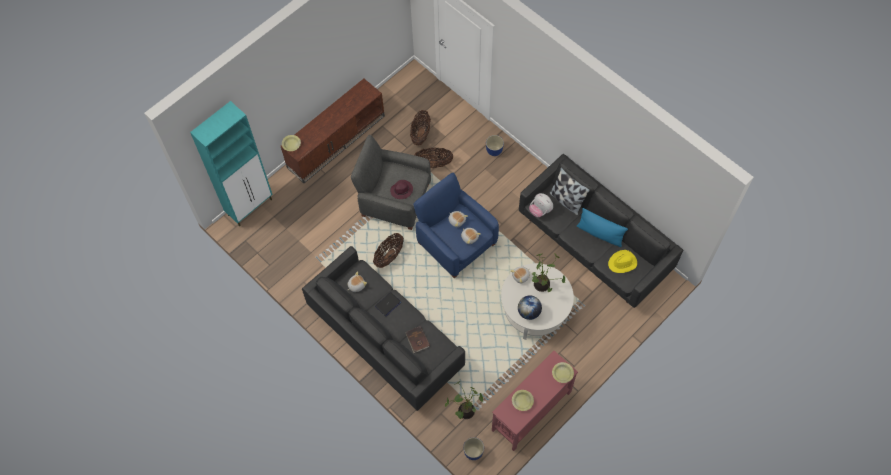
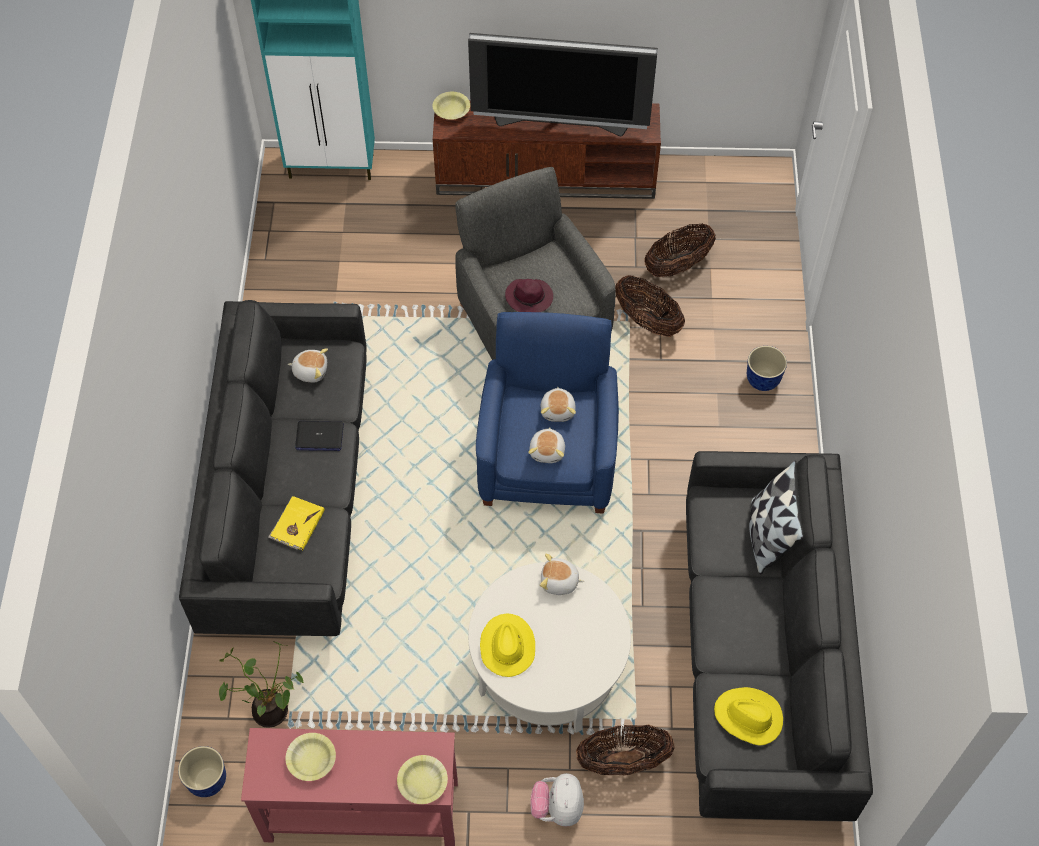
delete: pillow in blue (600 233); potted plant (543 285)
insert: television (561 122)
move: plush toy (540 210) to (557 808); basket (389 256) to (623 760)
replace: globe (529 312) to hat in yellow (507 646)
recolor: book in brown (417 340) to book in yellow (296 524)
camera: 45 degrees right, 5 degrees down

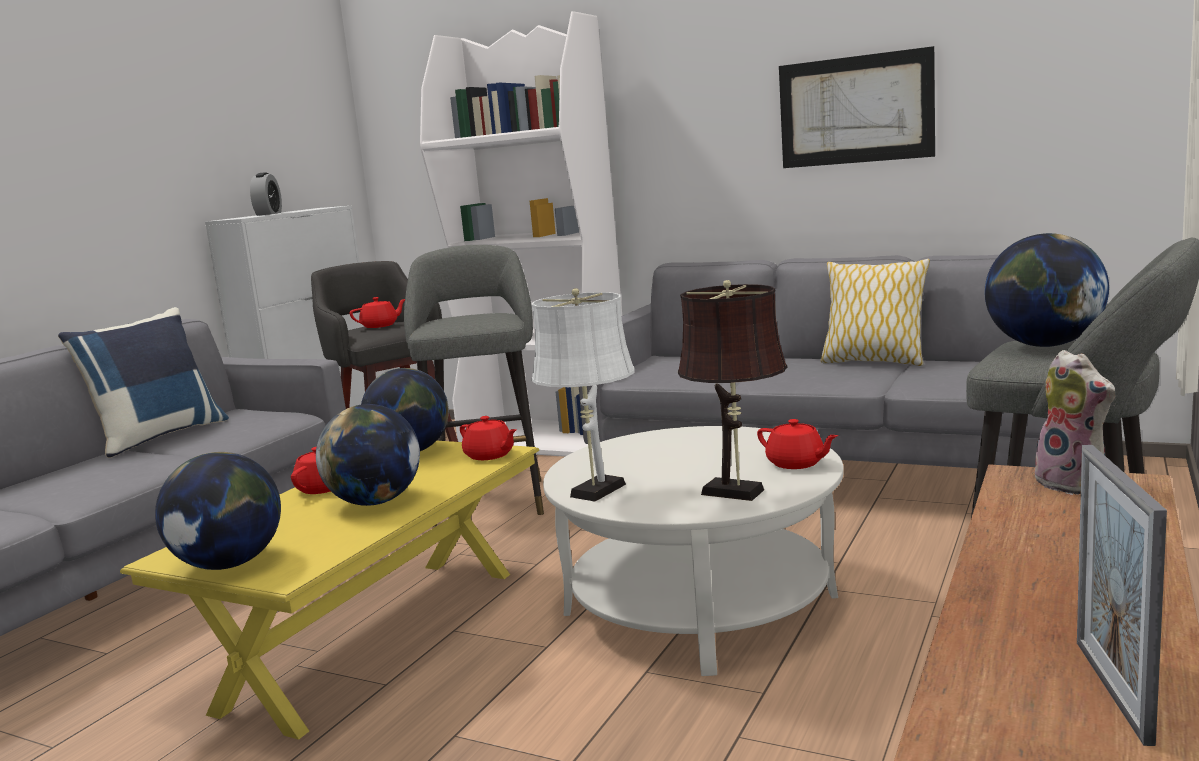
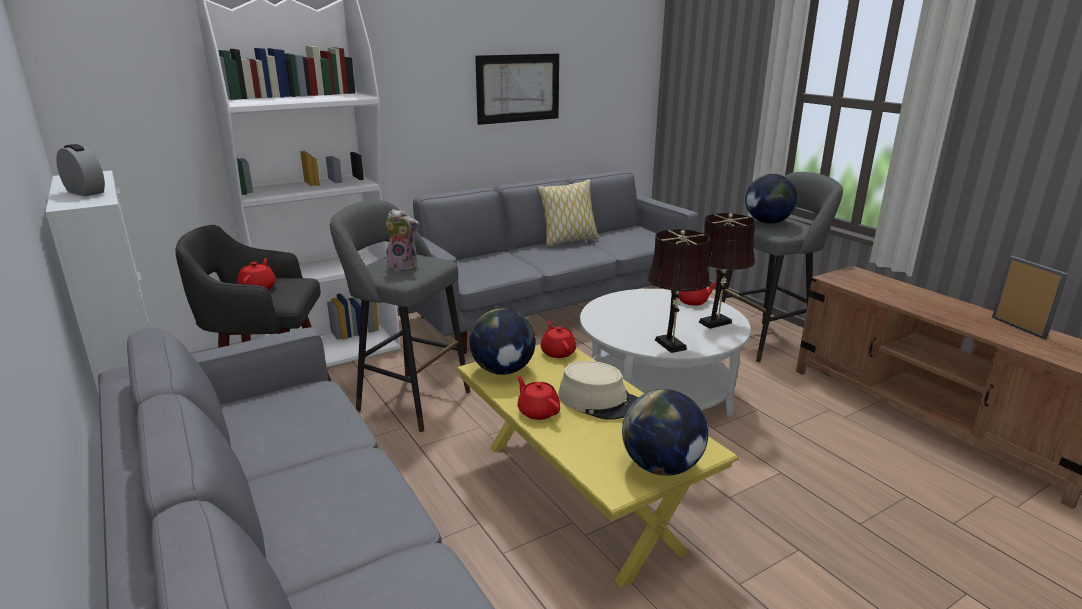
delete: pillow in blue (158 436)
move: plush toy (1074 484) to (404 267)
replace: globe (375 502) to hat in beige (599 401)
recolor: table lamp in white (594 492) to table lamp in brown (672 346)
rotate: teapot in red (490 455) = (558 352) 90 degrees counterclockwise; picture frame (1112 690) = (1018 328) 150 degrees counterclockwise
camera: 60 degrees left, 10 degrees up

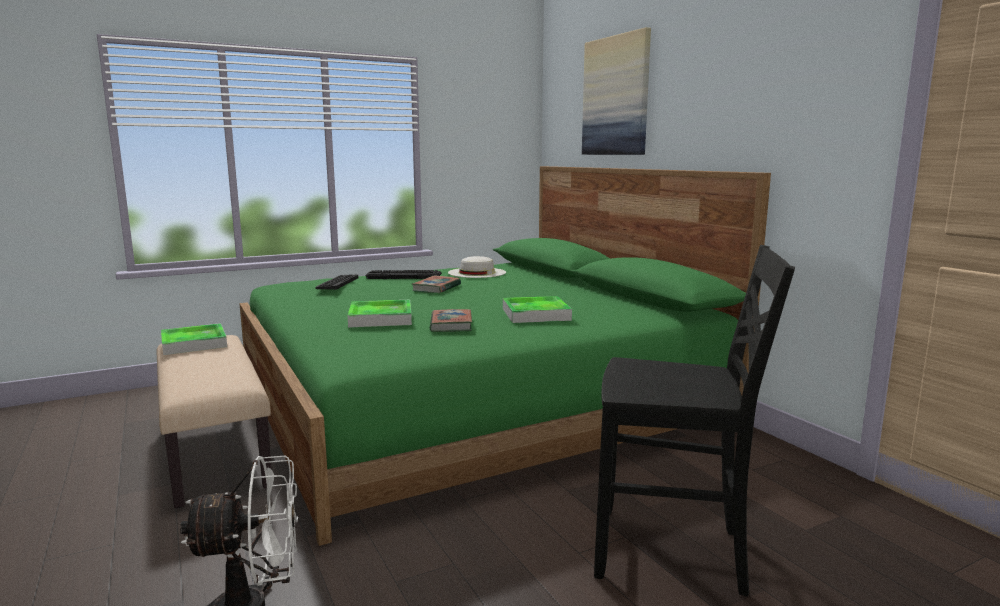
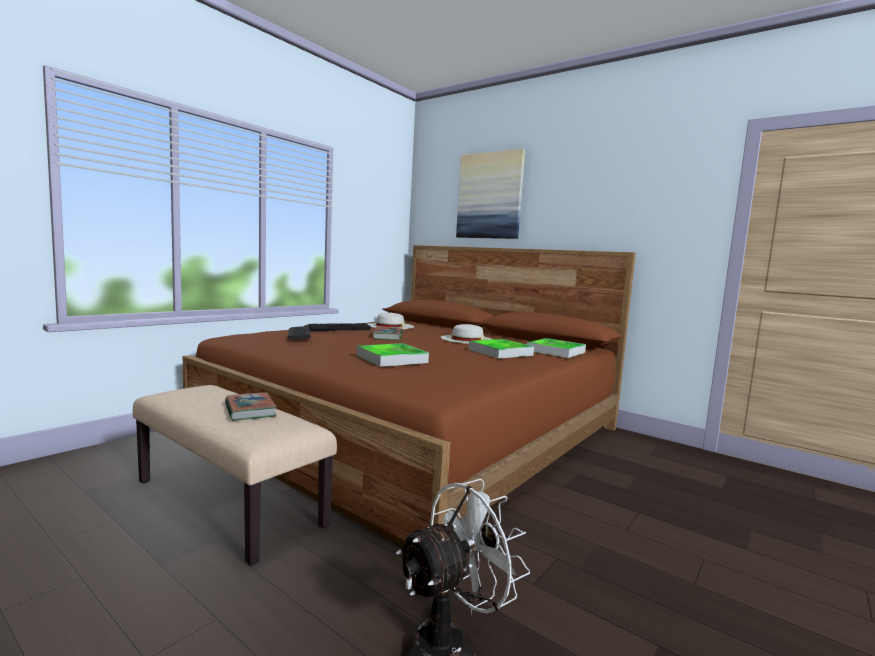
delete: chair in black (672 553)
insert: hat in white (467 339)
move: book (451 325) to (250 410); tray (194 343) to (556 351)
recolor: bed in green (473 401) to bed in brown (418 430)
camera: 25 degrees left, 5 degrees down

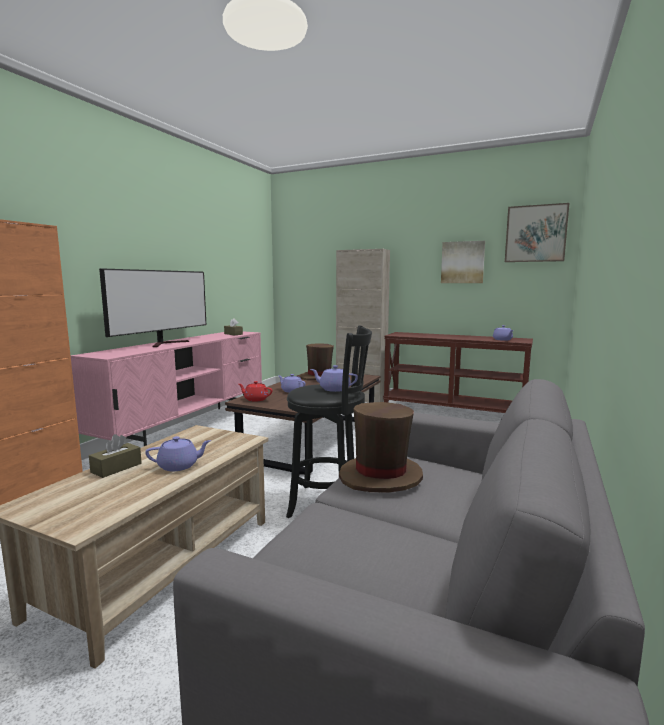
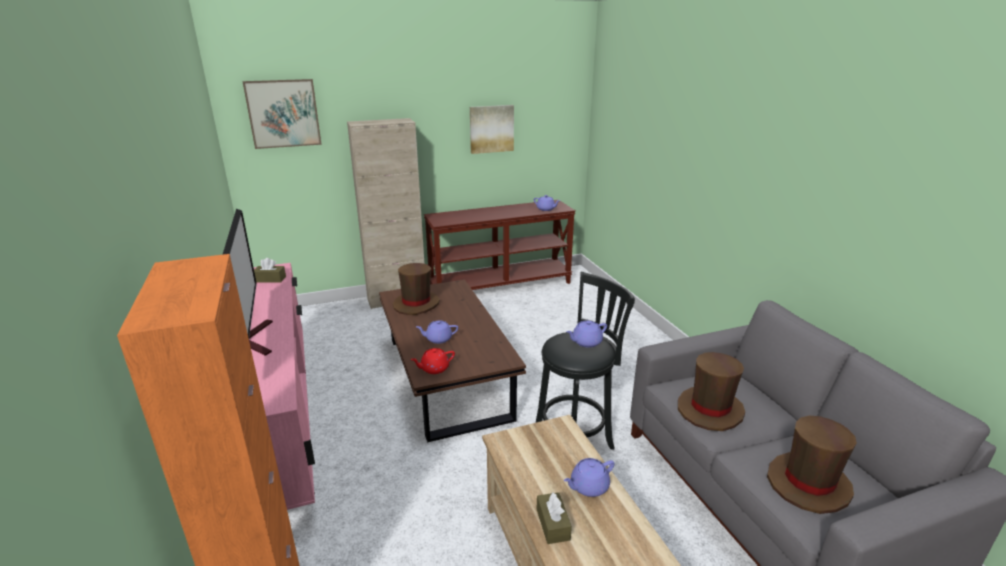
insert: hat in brown (808 484)
move: picture (535 233) to (283 113)
rotate: teapot in purple (179 466) = (588 486) 150 degrees counterclockwise
camera: 45 degrees left, 15 degrees up

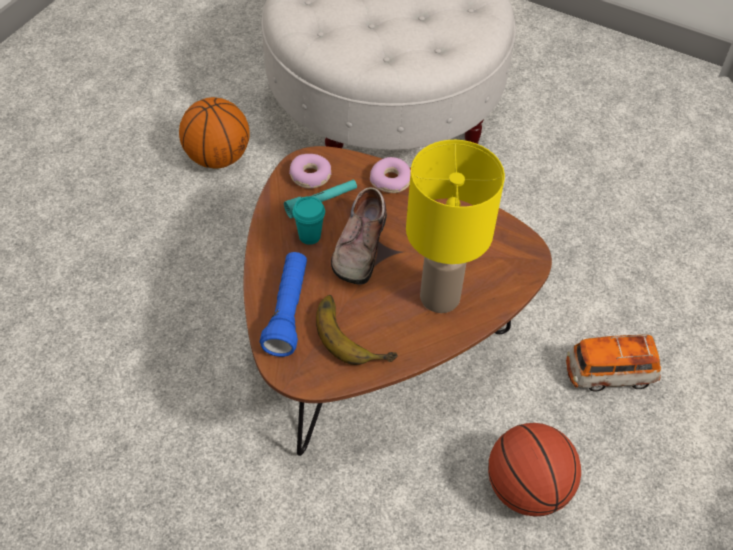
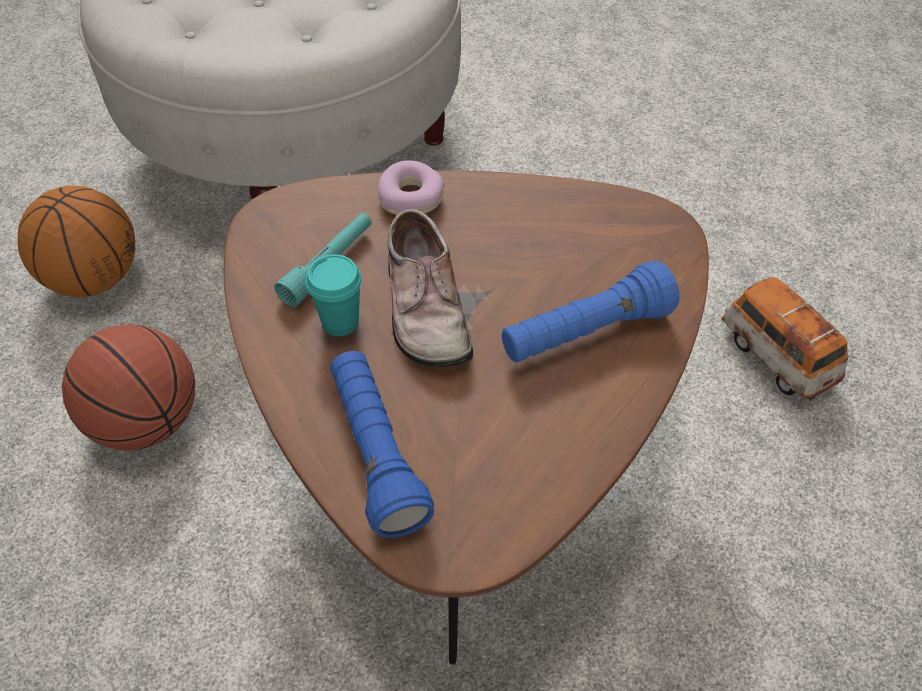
delete: donut (310 176); banana (354 332)
move: basketball (527 489) to (147 421)
replace: table lamp in yellow (439 296) to flashlight in blue (585 333)
rotate: toy car (609 374) = (776 355) 90 degrees clockwise
camera: 25 degrees left, 0 degrees up

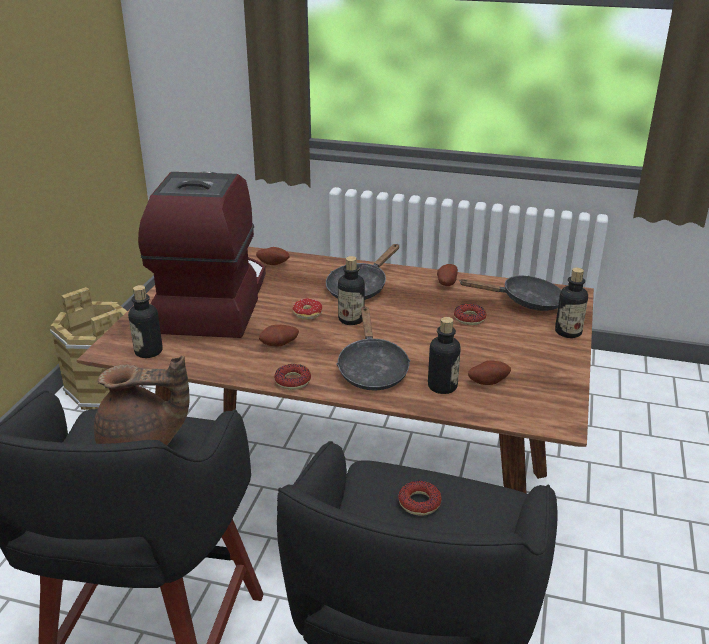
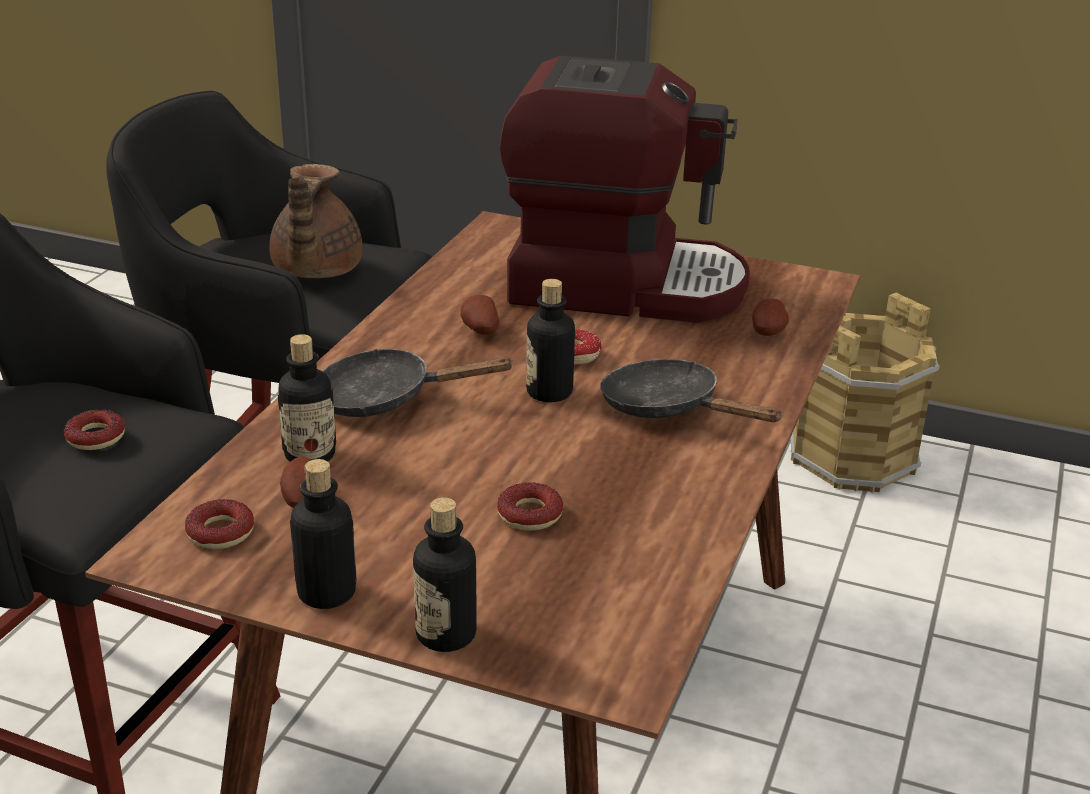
delete: potato (446 283); frying pan in black (525 302)
move: bottle (148 351) to (326 592); donut (293 381) to (220 532)
camera: 95 degrees right, 0 degrees up

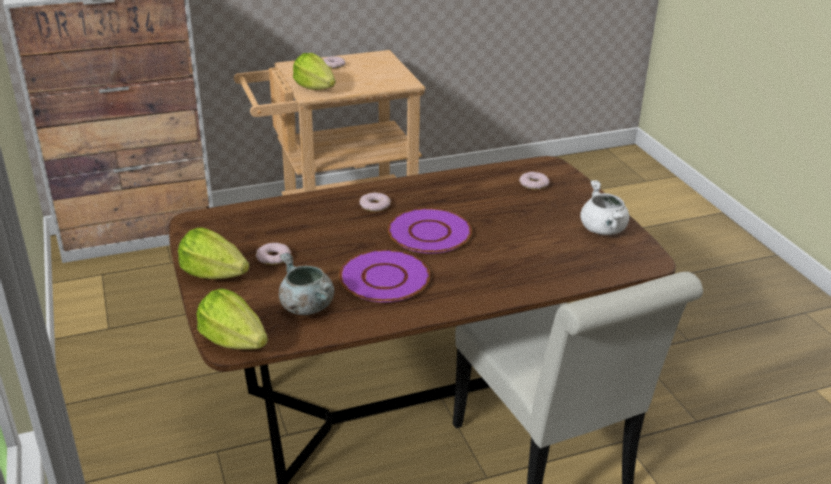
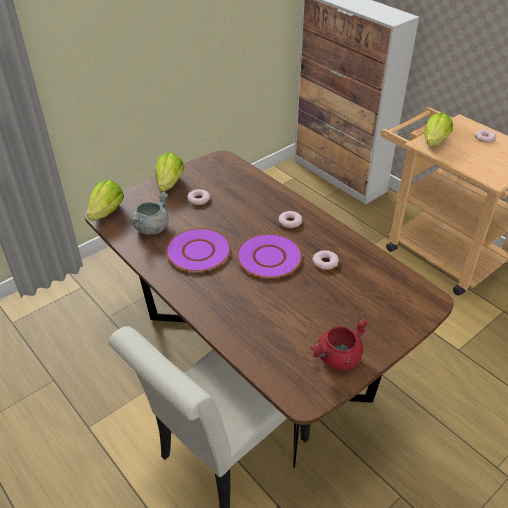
move: donut (533 184) to (325 262)
recolor: cooking pot in white (603 230) to cooking pot in red (338 358)
camera: 70 degrees right, 10 degrees up

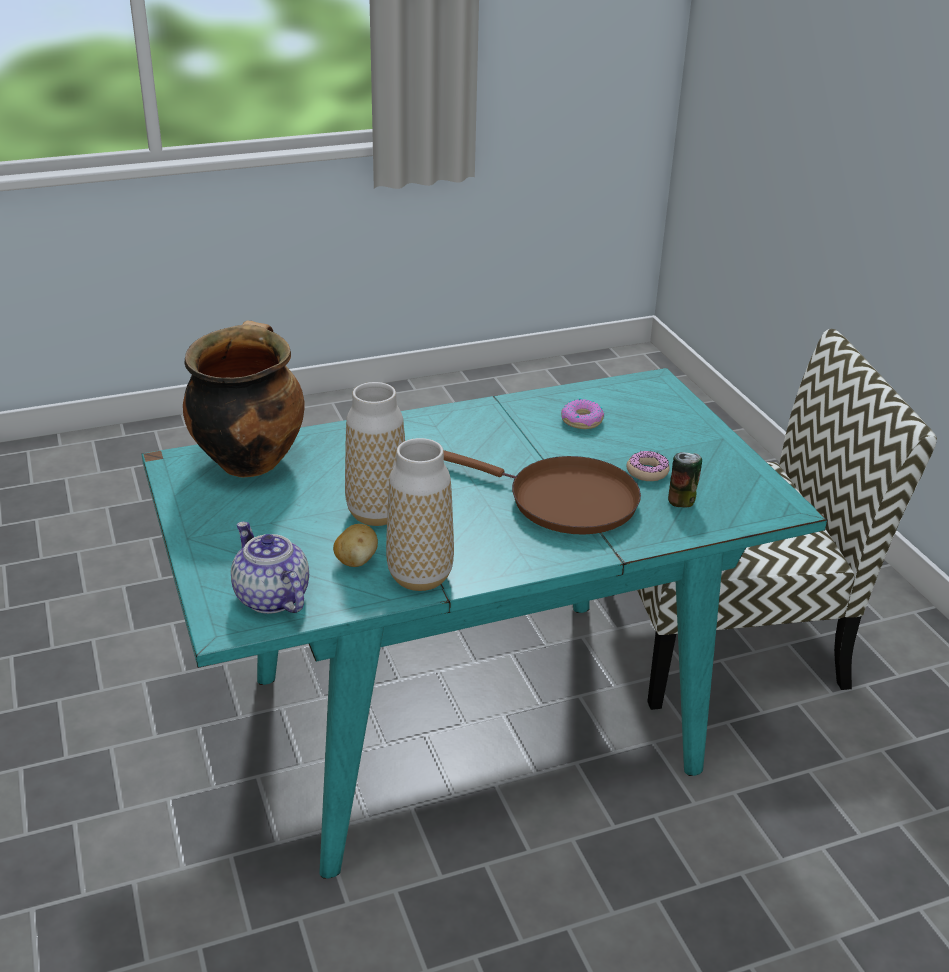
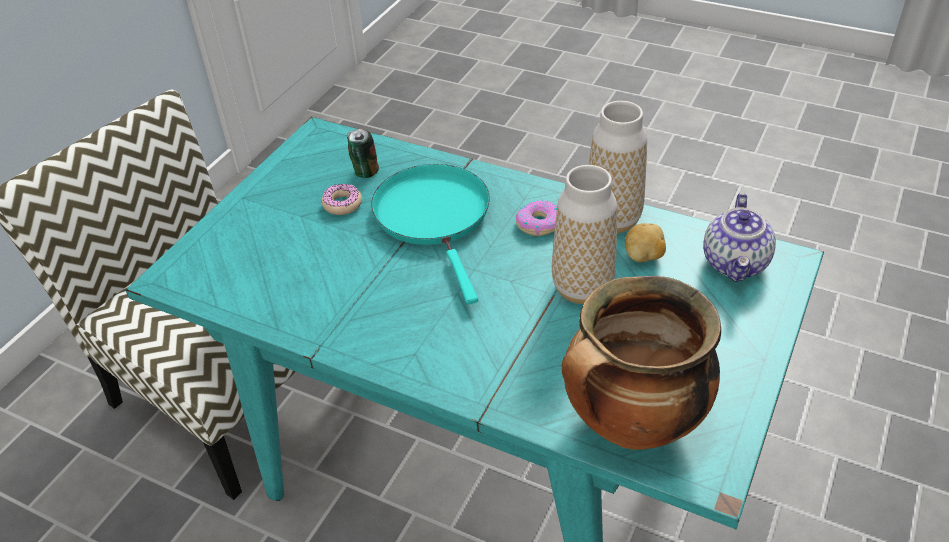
move: donut (582 420) to (538 223)
recolor: frying pan in brown (564 500) to frying pan in turquoise (435 217)
camera: 130 degrees left, 10 degrees up

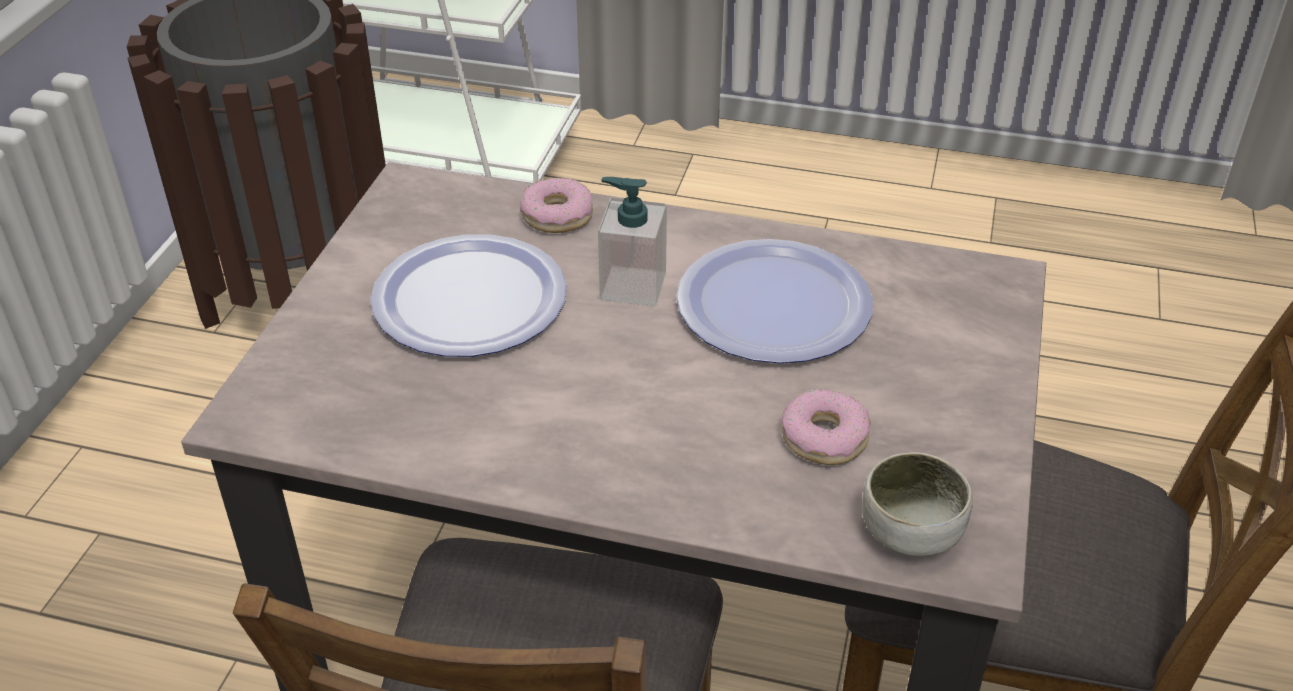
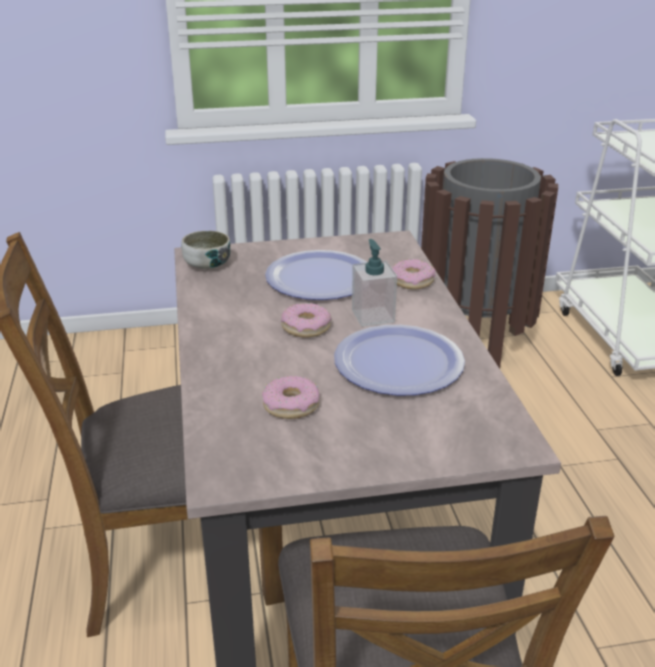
insert: donut (306 327)
move: bowl (911 531) to (207 265)
camera: 65 degrees right, 10 degrees down

